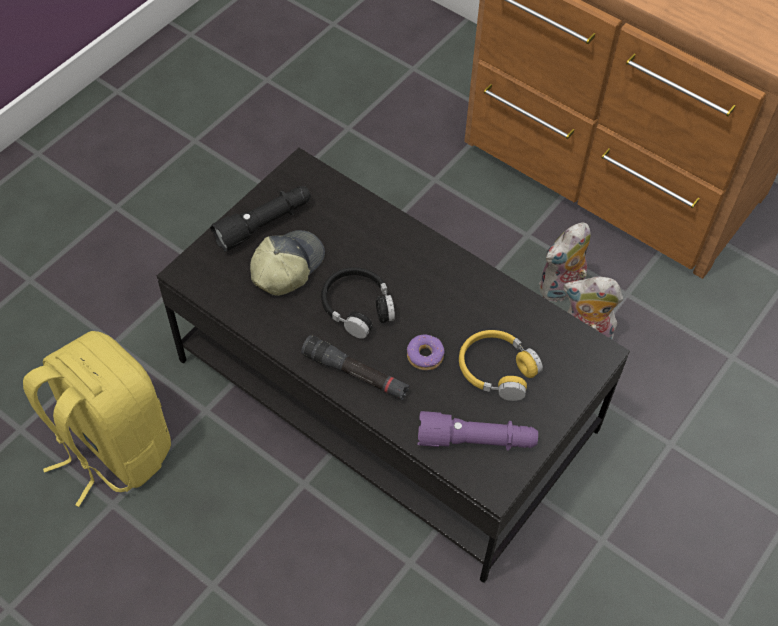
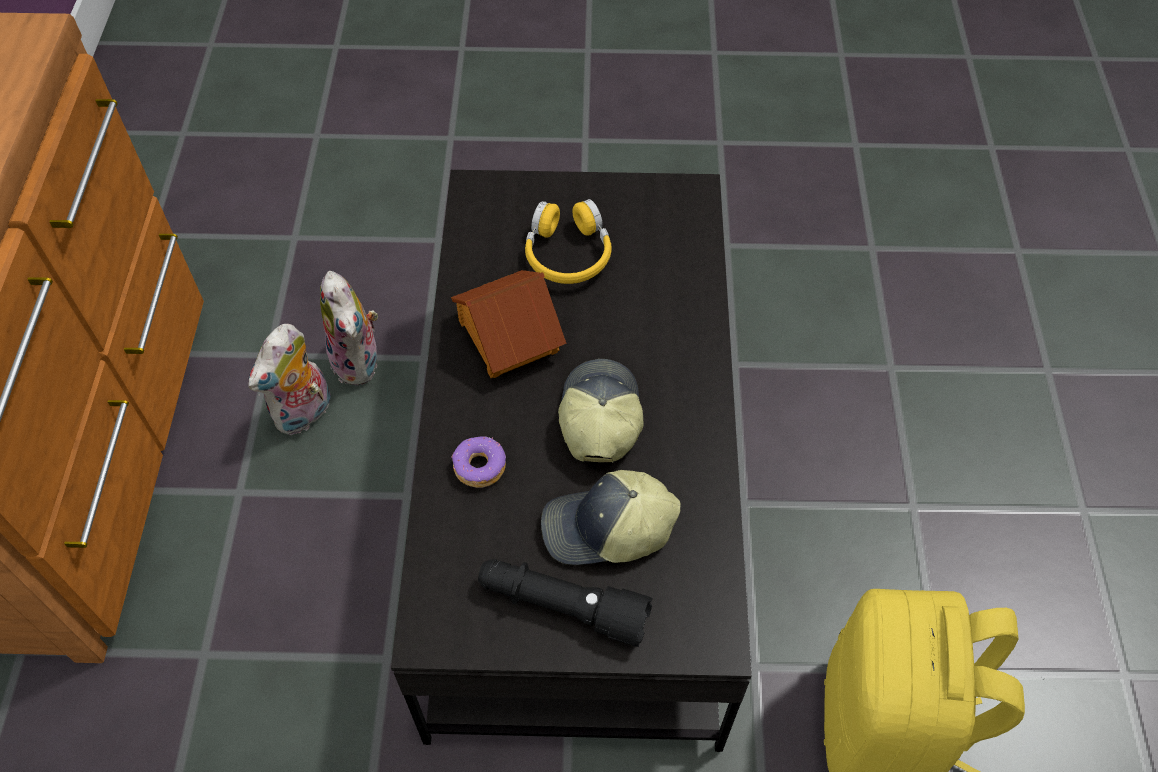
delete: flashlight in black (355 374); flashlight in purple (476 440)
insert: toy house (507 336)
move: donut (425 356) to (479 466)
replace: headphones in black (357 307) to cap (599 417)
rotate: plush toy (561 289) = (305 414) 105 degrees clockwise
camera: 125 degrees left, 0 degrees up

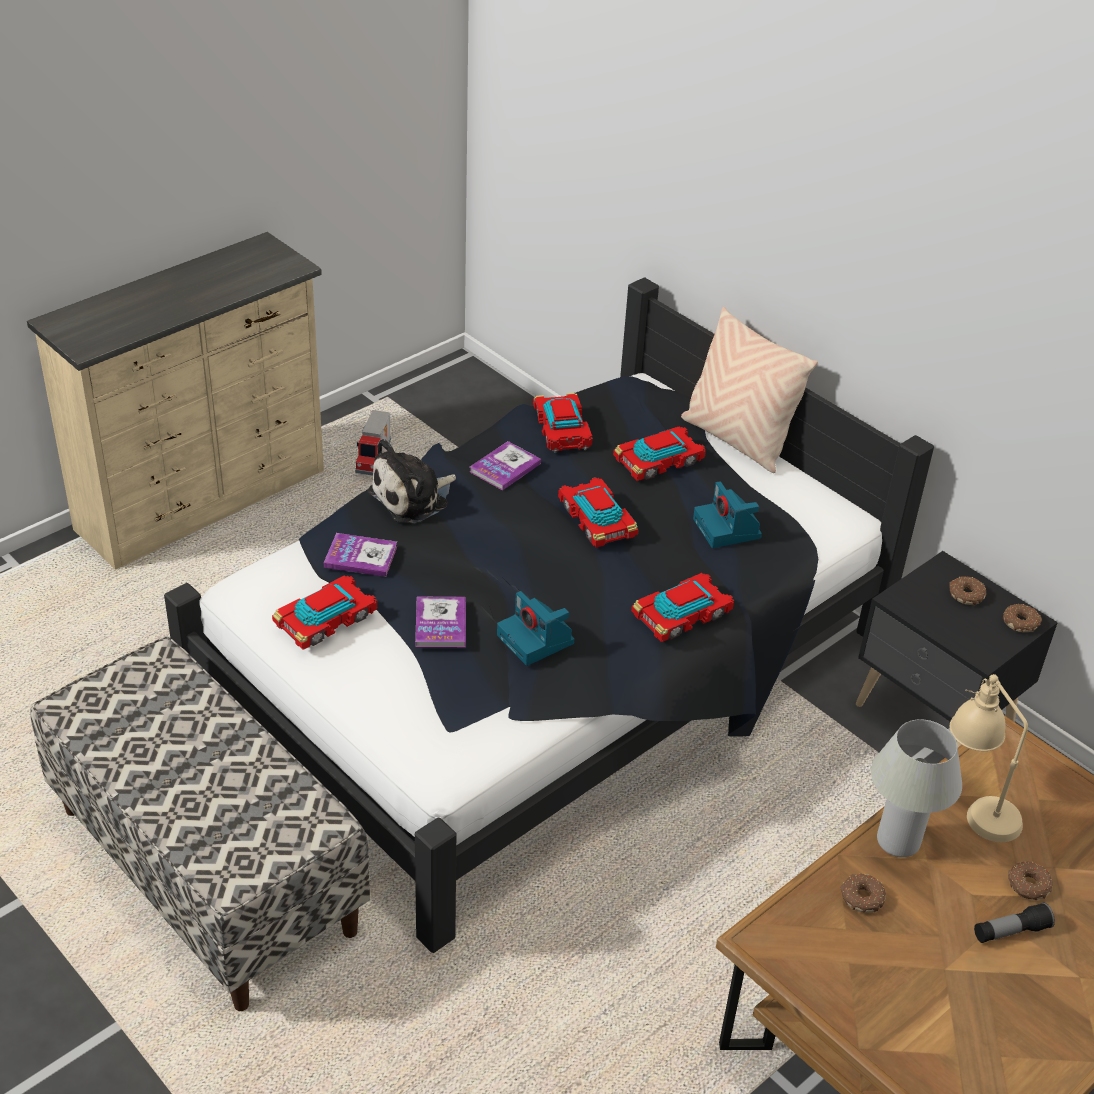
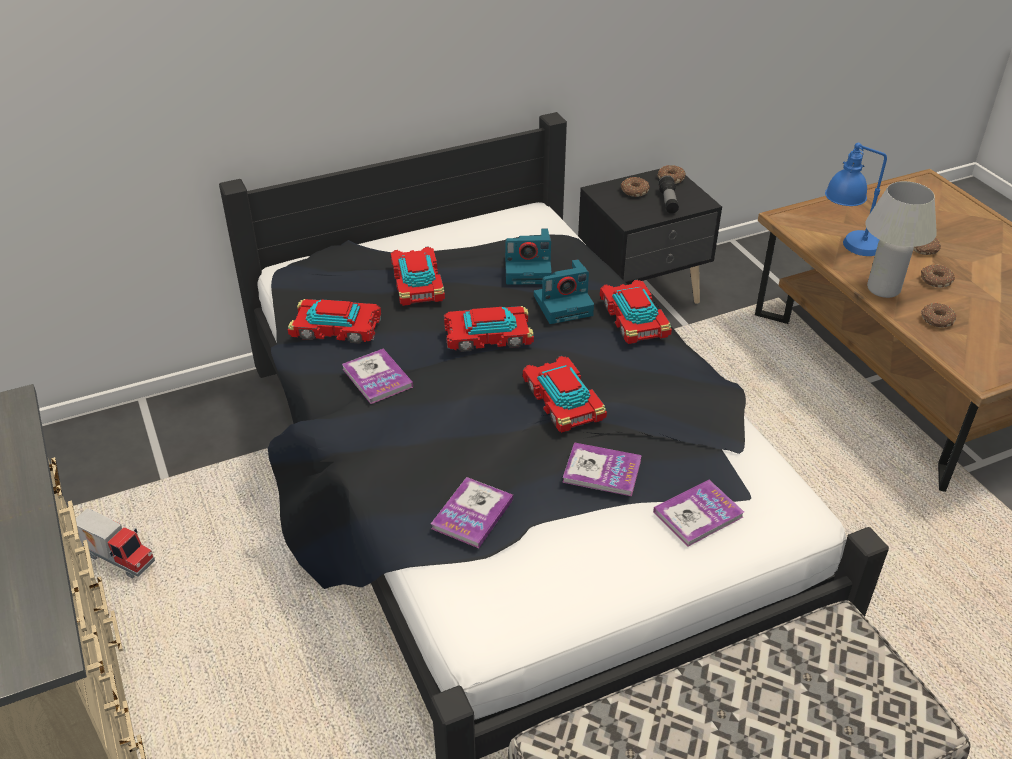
delete: pillow in beige (737 440); plush toy (413 498)
insert: donut (935 280); book (698 514)
move: toy car (326 620) to (563 400); photo camera (537 640) to (564 304); flashlight (1010 931) to (668 202)
recolor: table lamp in beige (975 805) to table lamp in blue (848 248)
camera: 70 degrees left, 0 degrees up

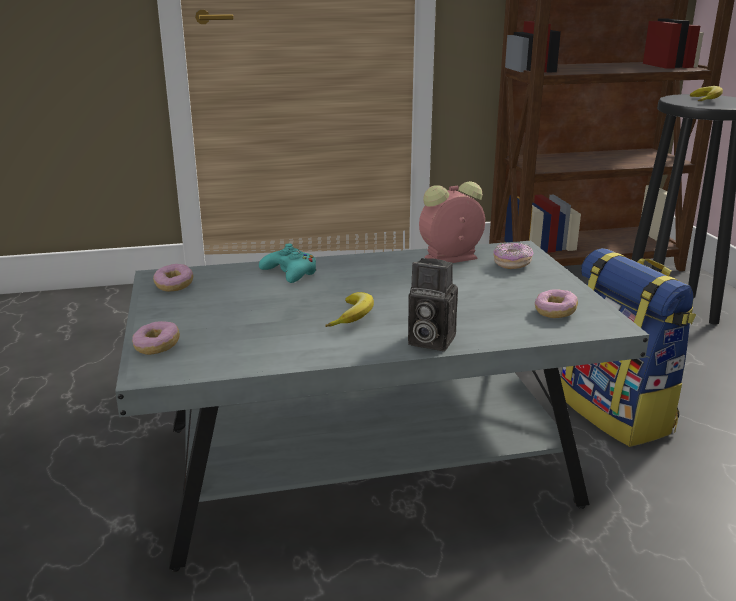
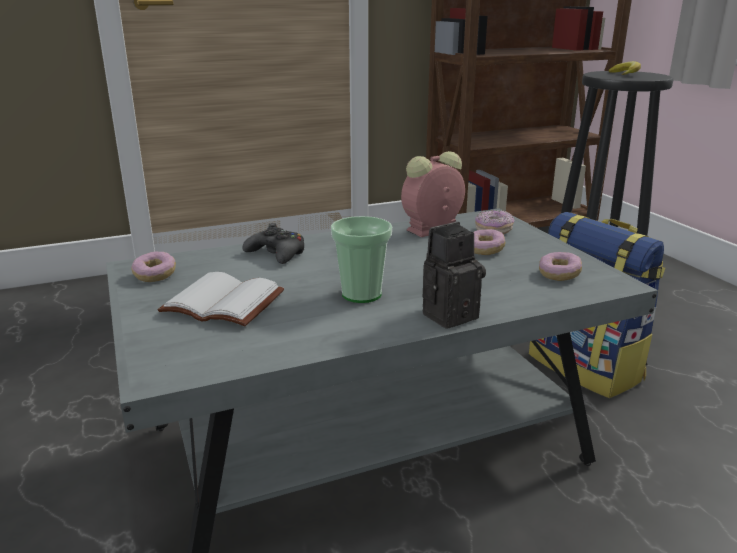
insert: book in white (220 304)
move: donut (157 347) to (485 250)
replace: banana (353 316) to cup (361 294)
recolor: game controller in turquoise (290 273) to game controller in black (277 254)
rotate: photo camera (428 341) = (450 314) 135 degrees clockwise
camera: 10 degrees left, 0 degrees up

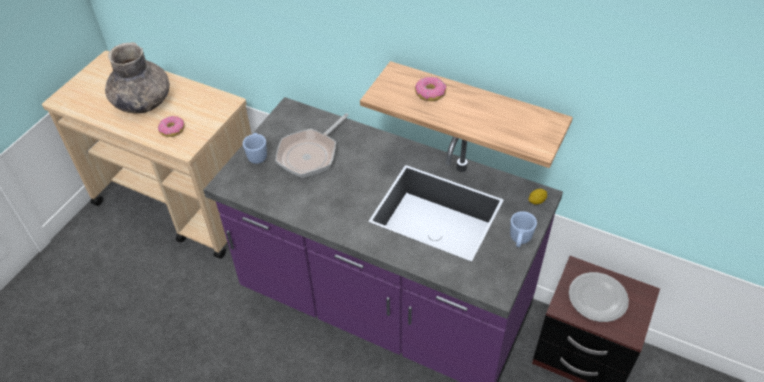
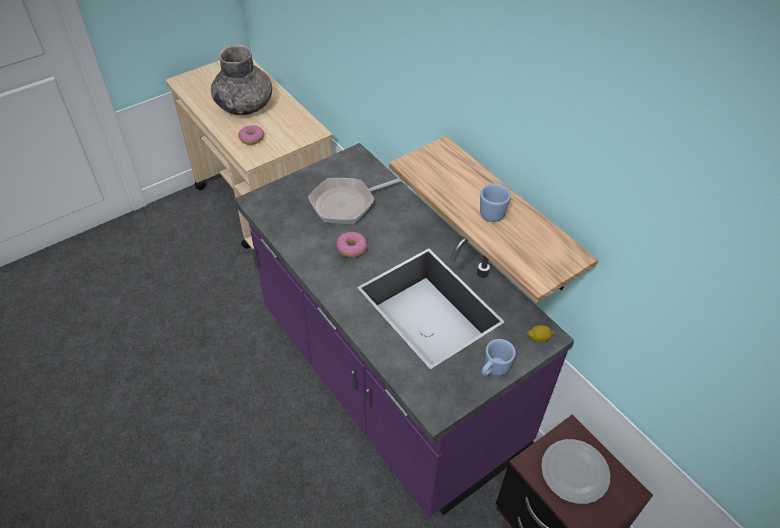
move: donut (430 93) to (351 248); mug in blue (257 155) to (493 211)
camera: 25 degrees right, 0 degrees up

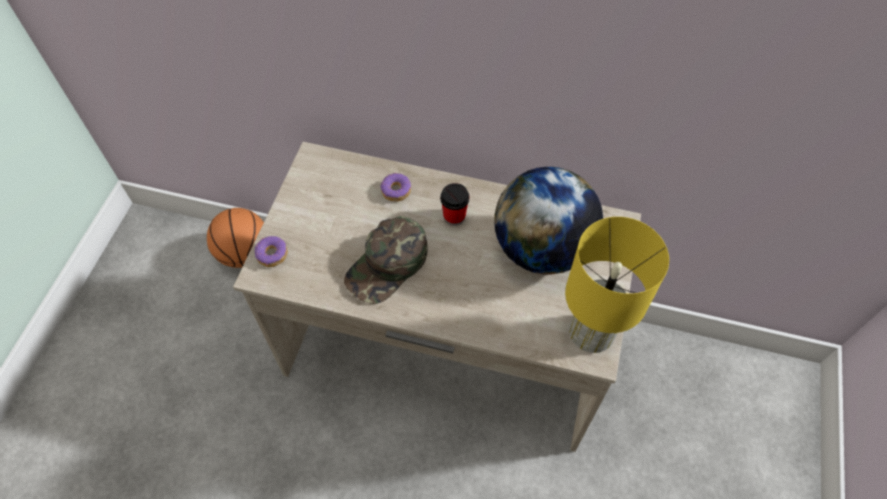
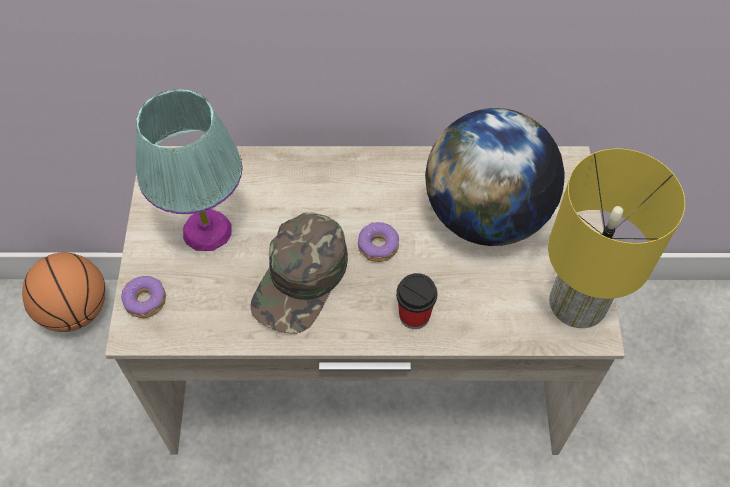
insert: table lamp in turquoise (207 230)
move: donut (396 191) to (378 246); cup (454 216) to (414 315)
camera: 15 degrees left, 0 degrees up

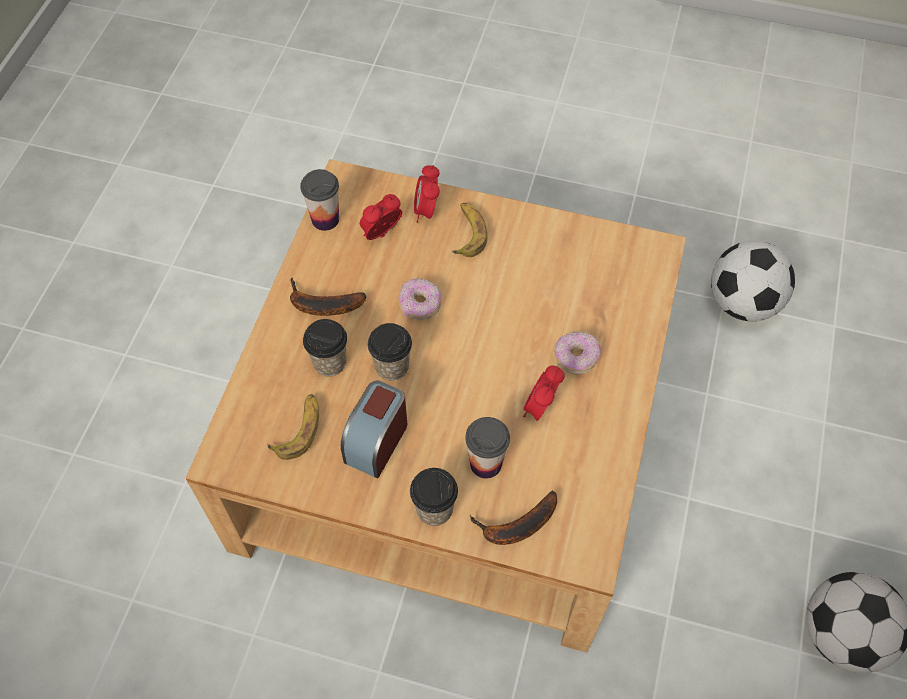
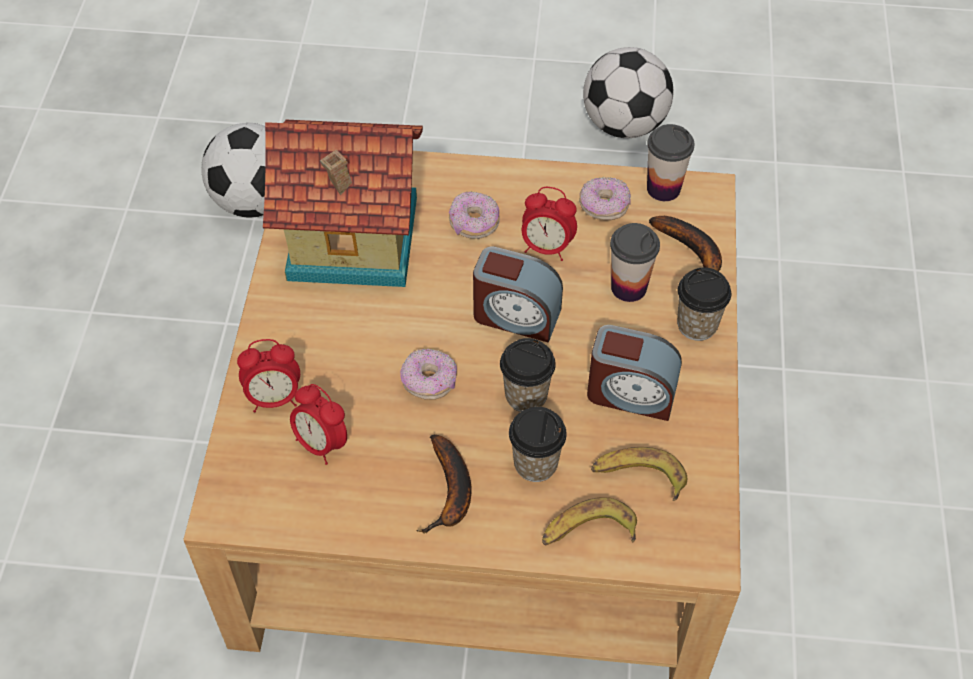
insert: toy house (353 241); donut (604 207); alarm clock (516 315)
move: cup (325 219) to (663 188); banana (468 233) to (588 532)
camera: 100 degrees left, 5 degrees down

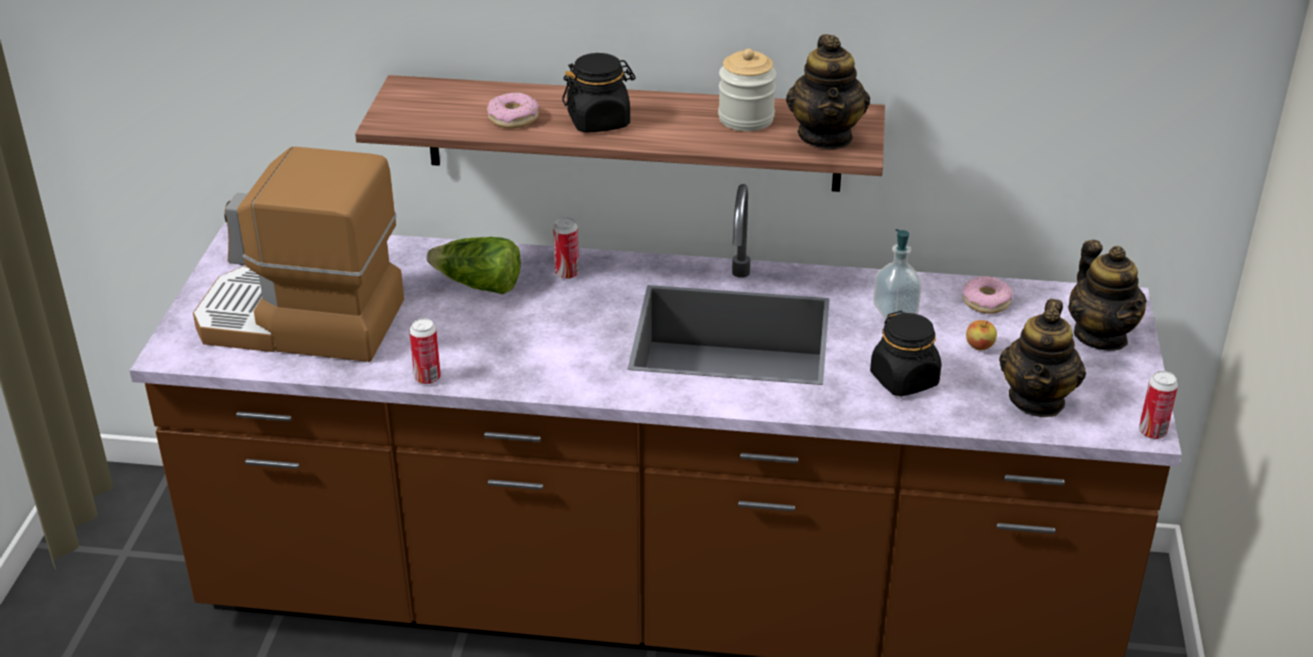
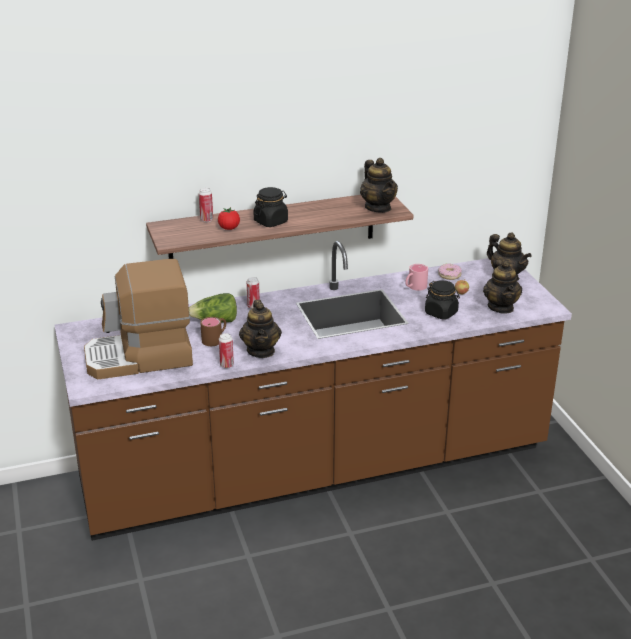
delete: jar (746 119)
insert: teapot (261 351); mug in brown (215 339)
move: can (1152 432) to (206 220)
replace: donut (513 118) to tomato (229 228); soap dispenser (895 310) to mug in pink (414 287)
camera: 25 degrees left, 5 degrees down

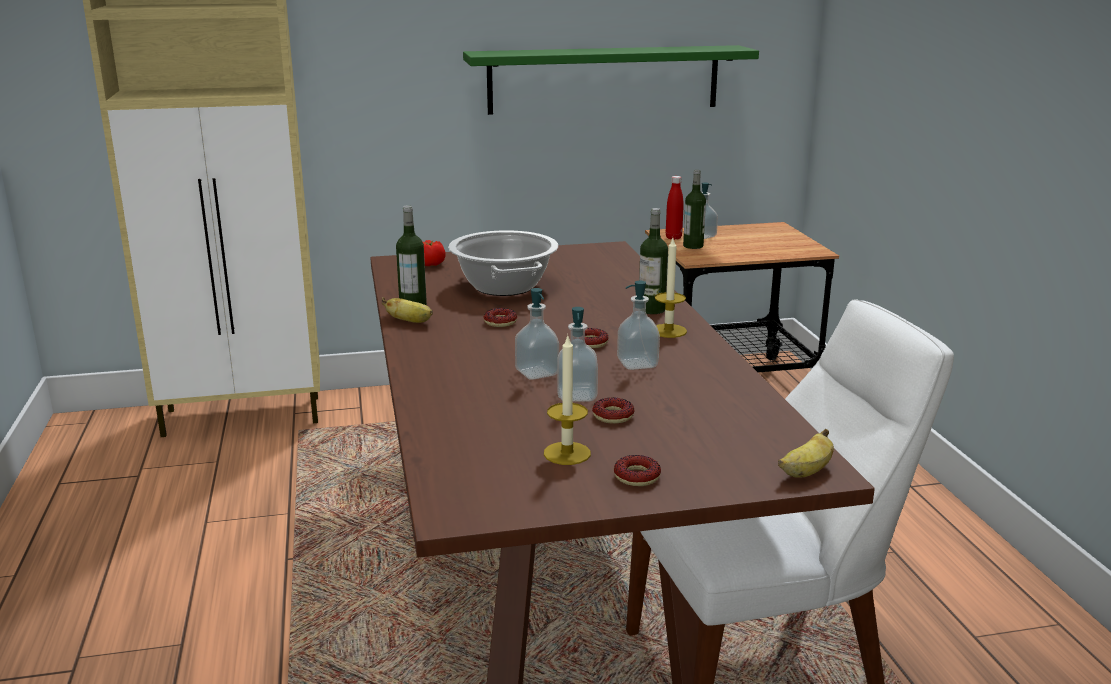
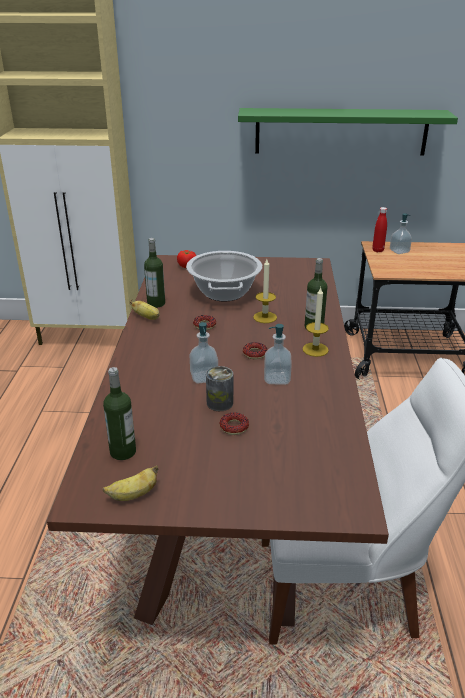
delete: donut (637 476)
move: bottle (693 246) to (123 452); candle (567 453) to (265 317); banana (806 472) to (133 495)
replace: soap dispenser (577 395) to can (220 403)
camera: 15 degrees right, 10 degrees up

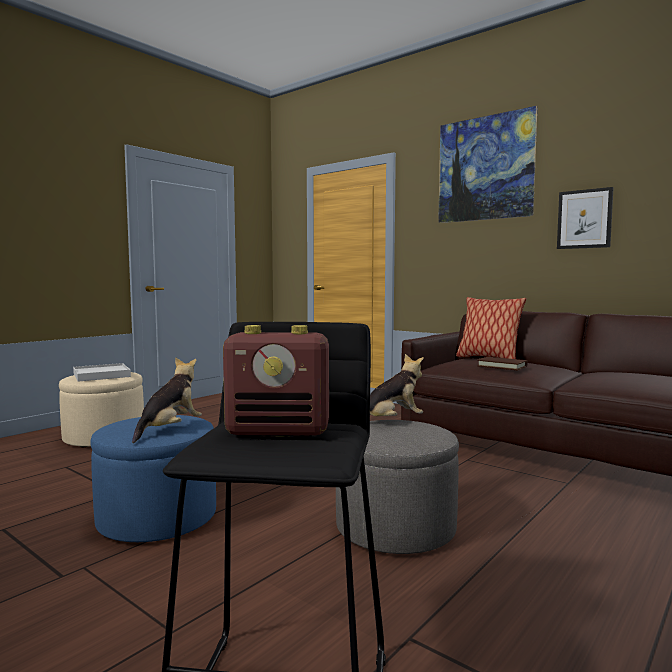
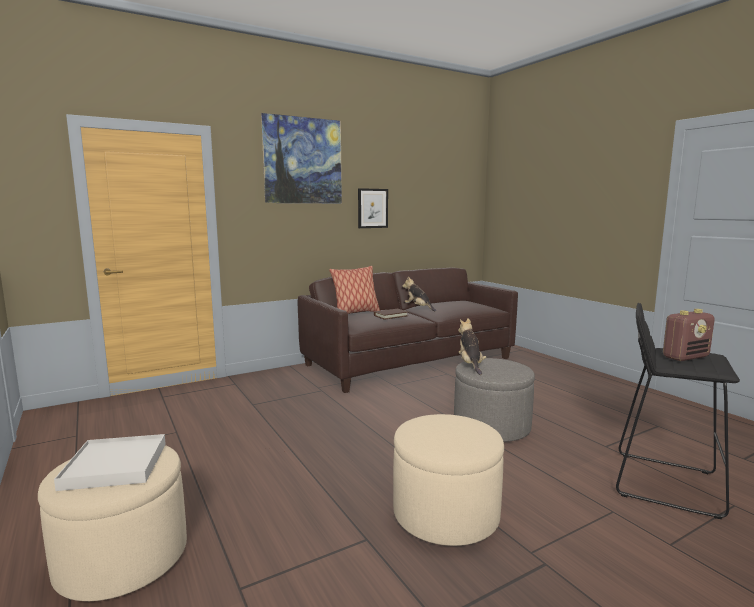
move: plush toy (169 429) to (418 308)
recolor: ottoman in blue (157 518) to ottoman in beige (445 514)
rotate: radio (279 432) = (685 357) 45 degrees clockwise
camera: 70 degrees left, 5 degrees up

